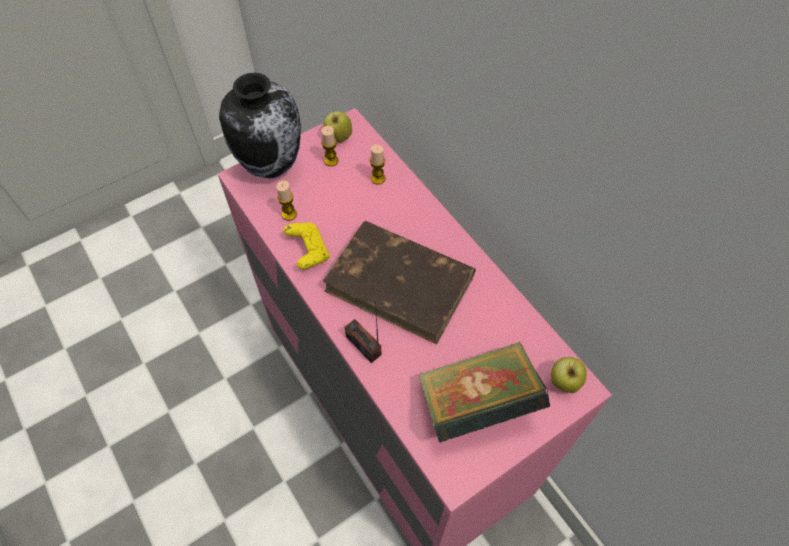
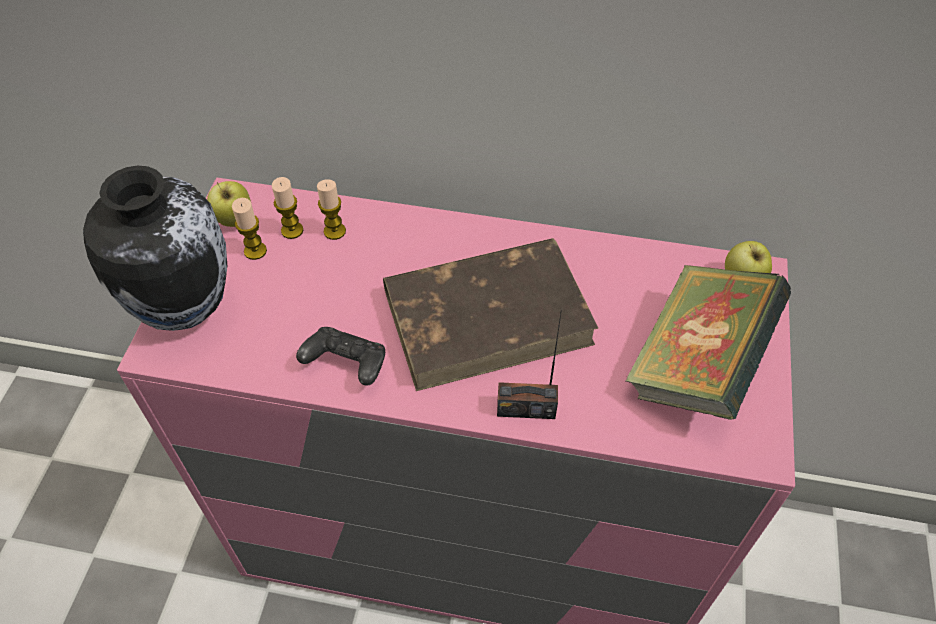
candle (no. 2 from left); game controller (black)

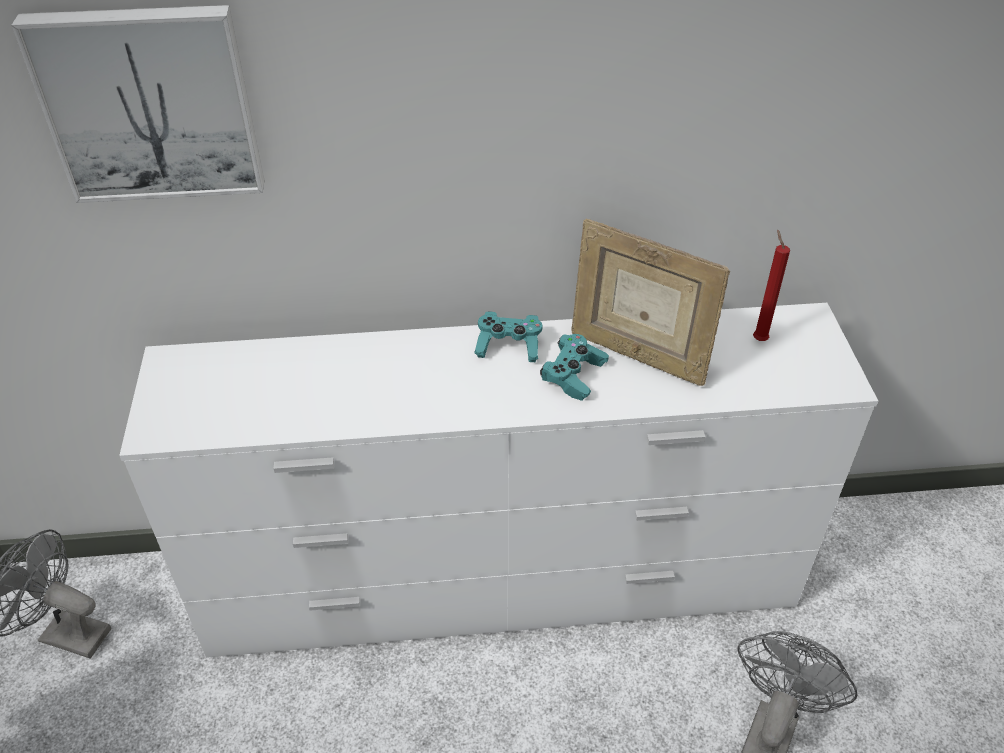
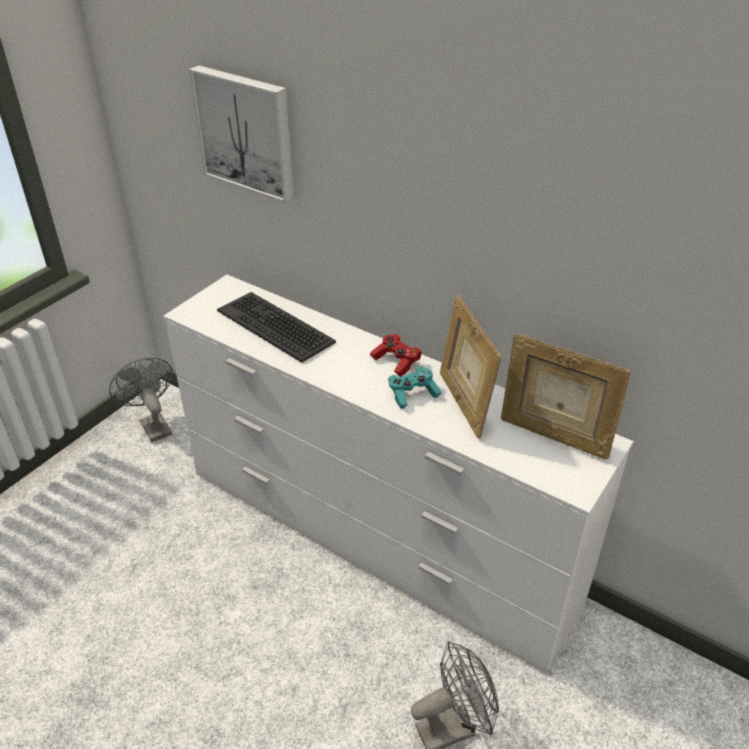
keyboard; game controller (red); picture frame (no. 2 from left)

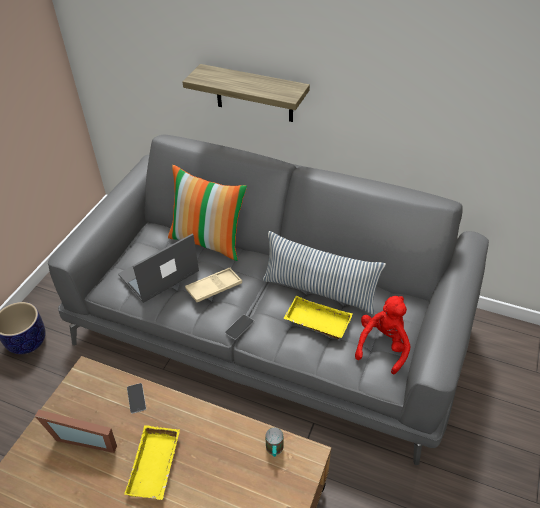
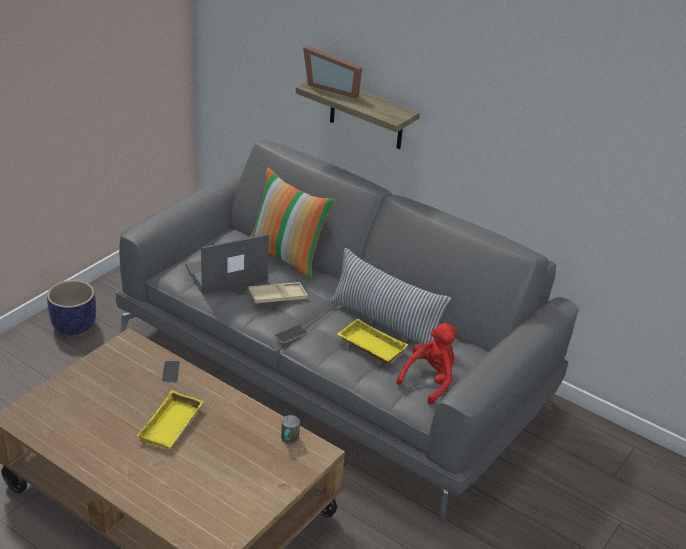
picture frame

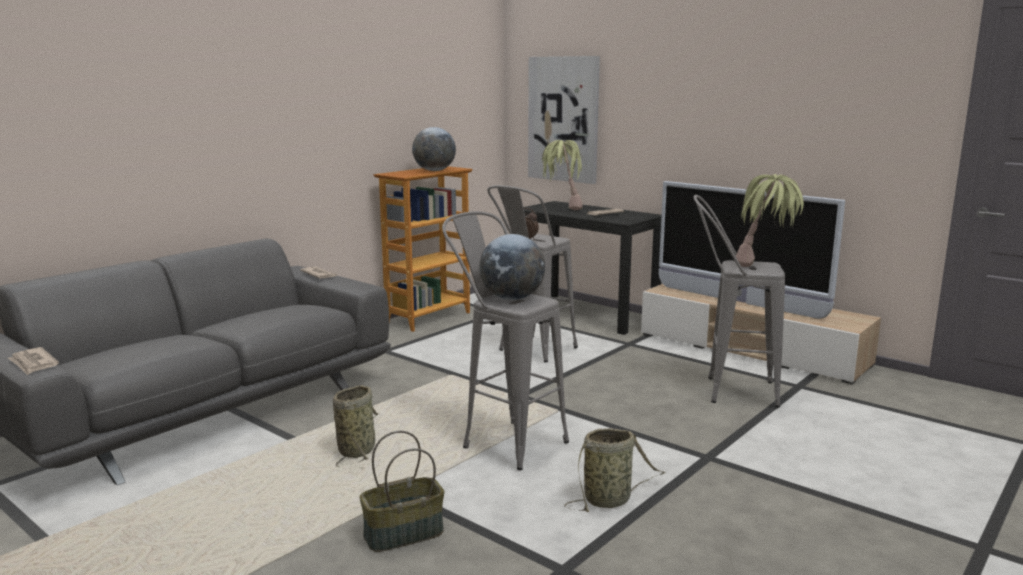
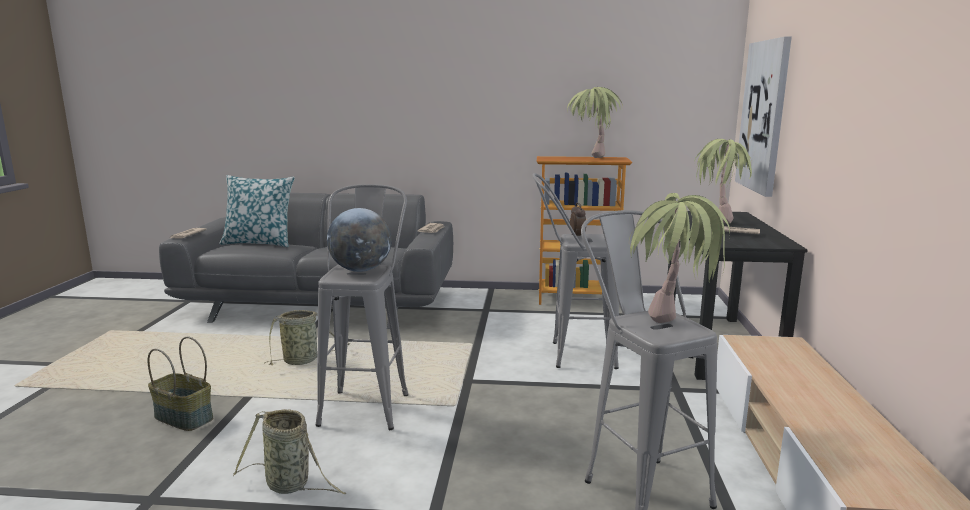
pillow; potted plant (no. 1 from left); television

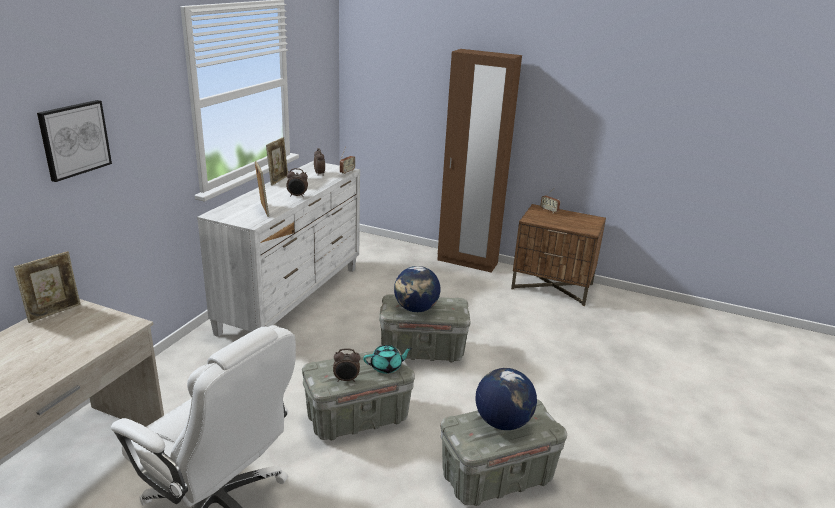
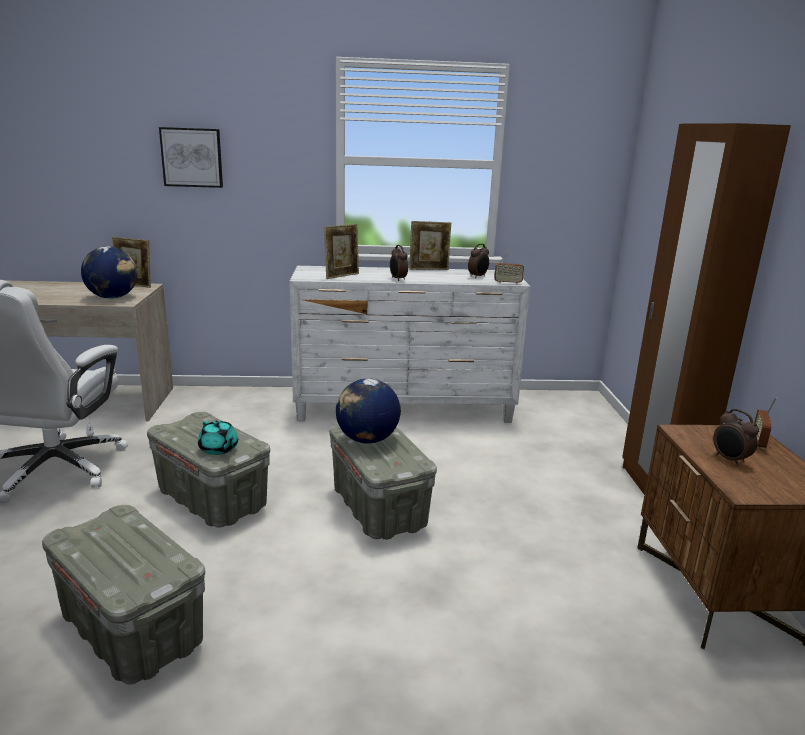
globe (no. 1 from left); alarm clock (no. 3 from left)

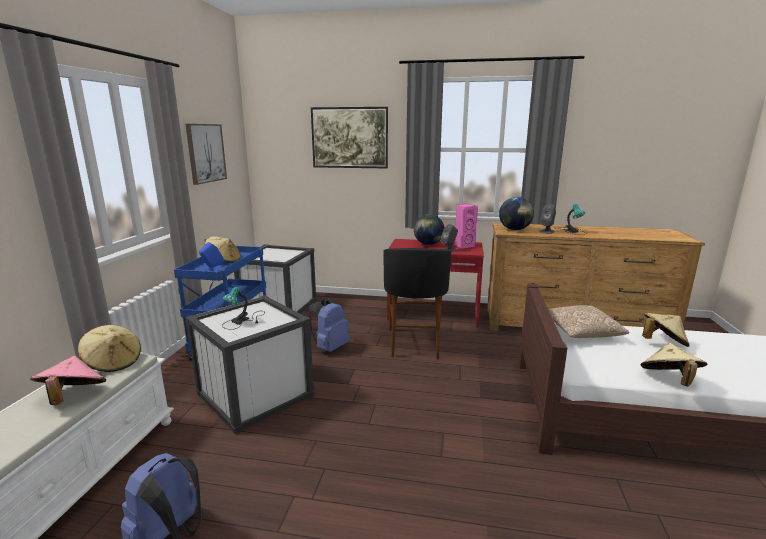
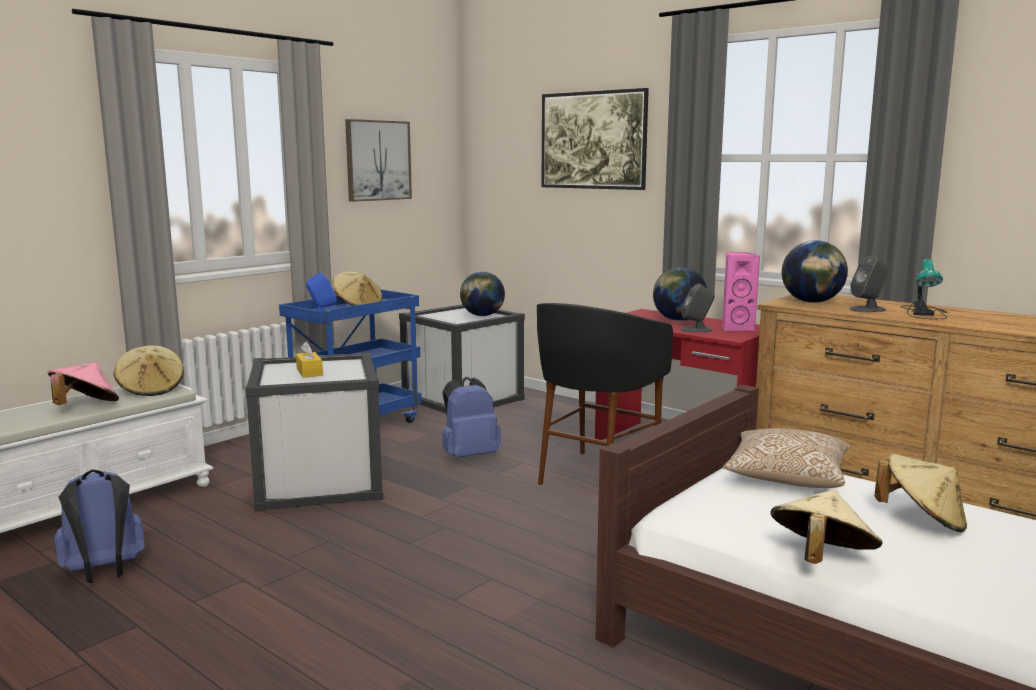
tissue box (yellow); globe (no. 1 from left)

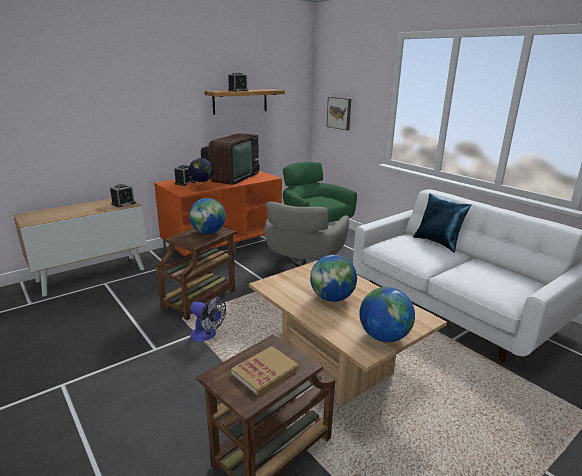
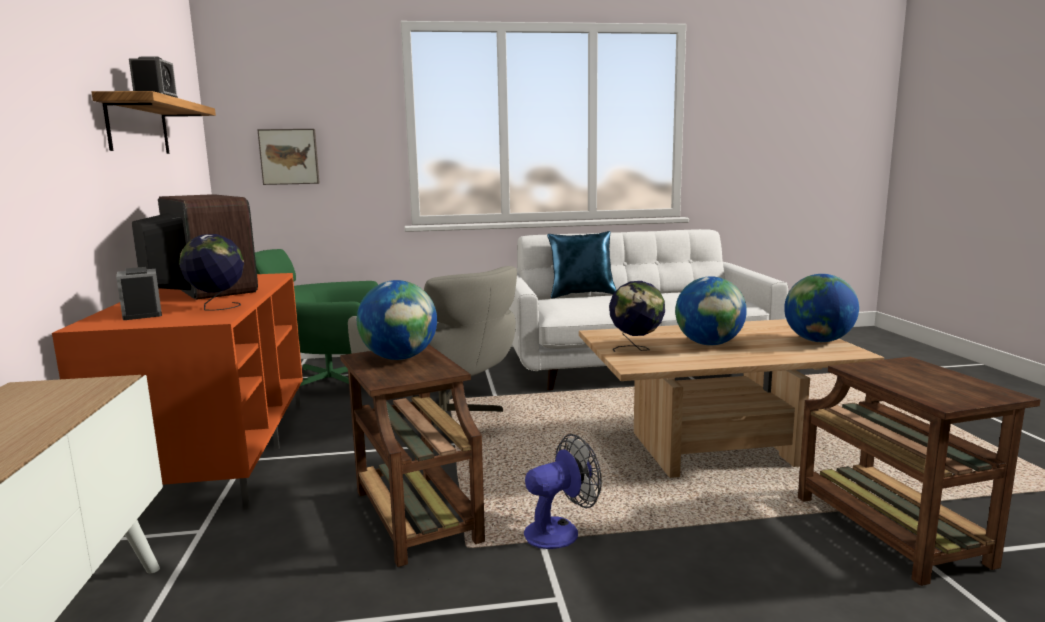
globe (no. 3 from left); alarm clock (no. 1 from left in the first image); book

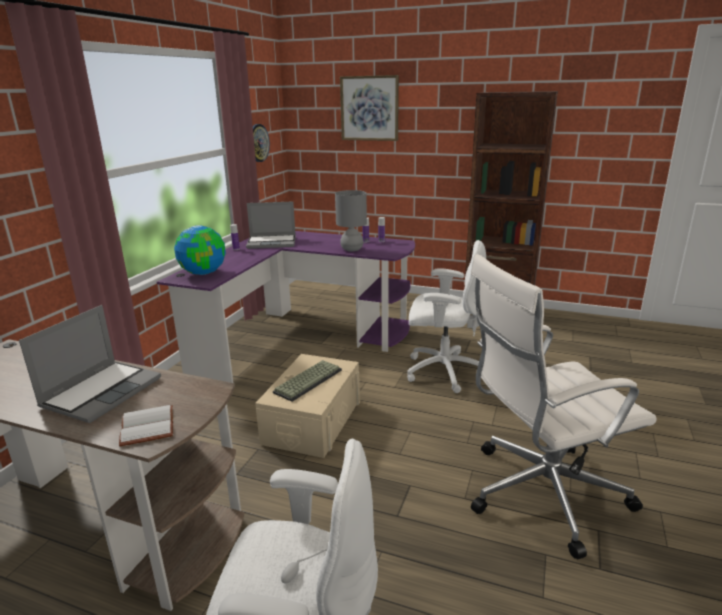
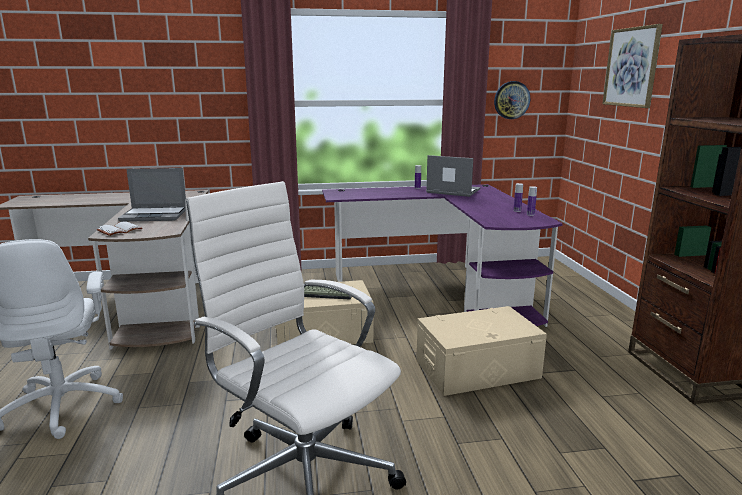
storage box (beige) (no. 2 from left); laptop (no. 2 from left); globe; table lamp (grey)

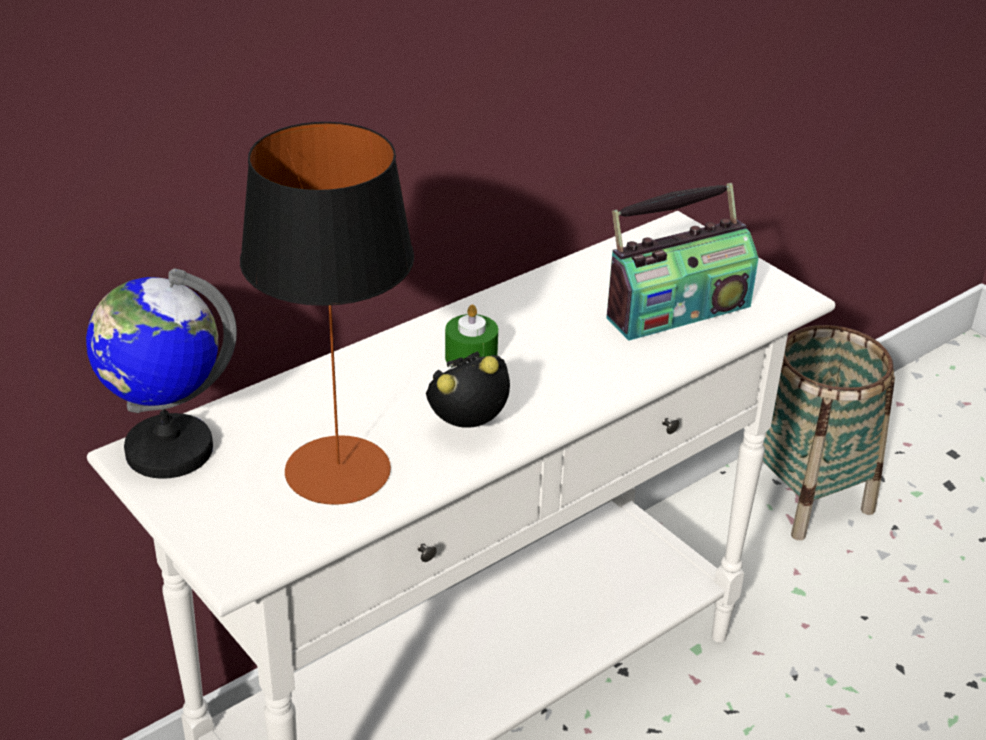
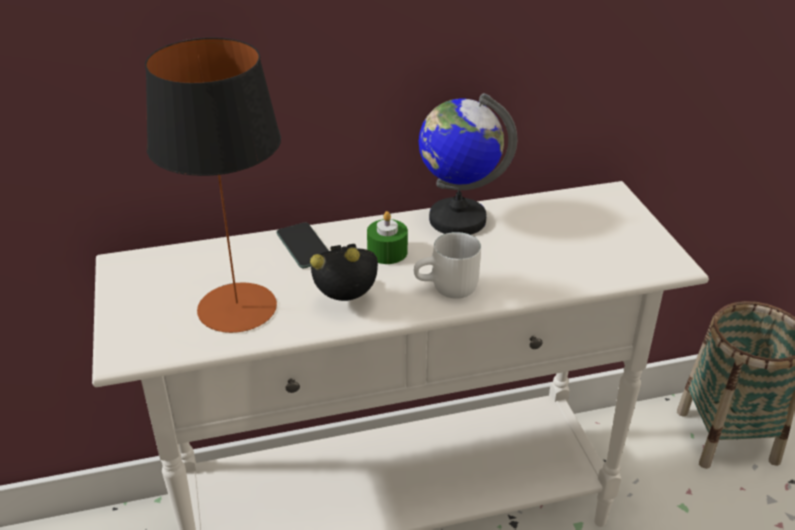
phone; mug (white); globe; radio

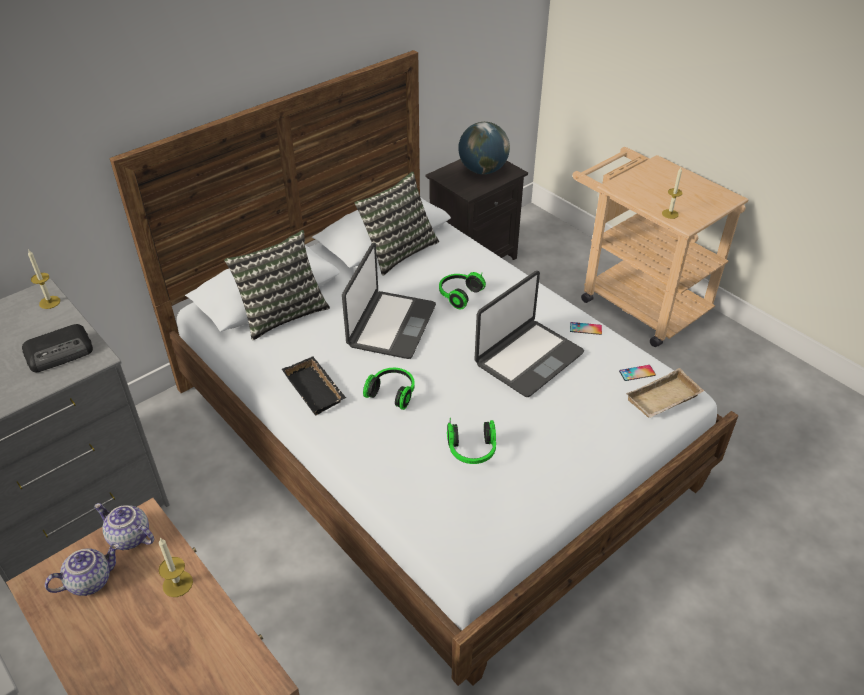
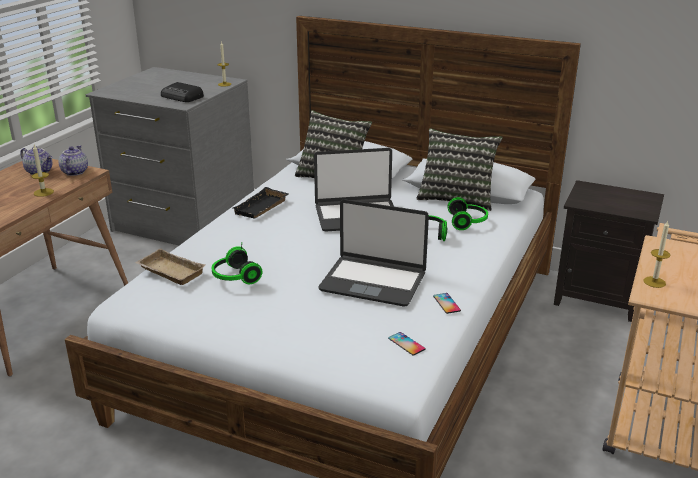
tray (beige); headphones (no. 3 from left); globe

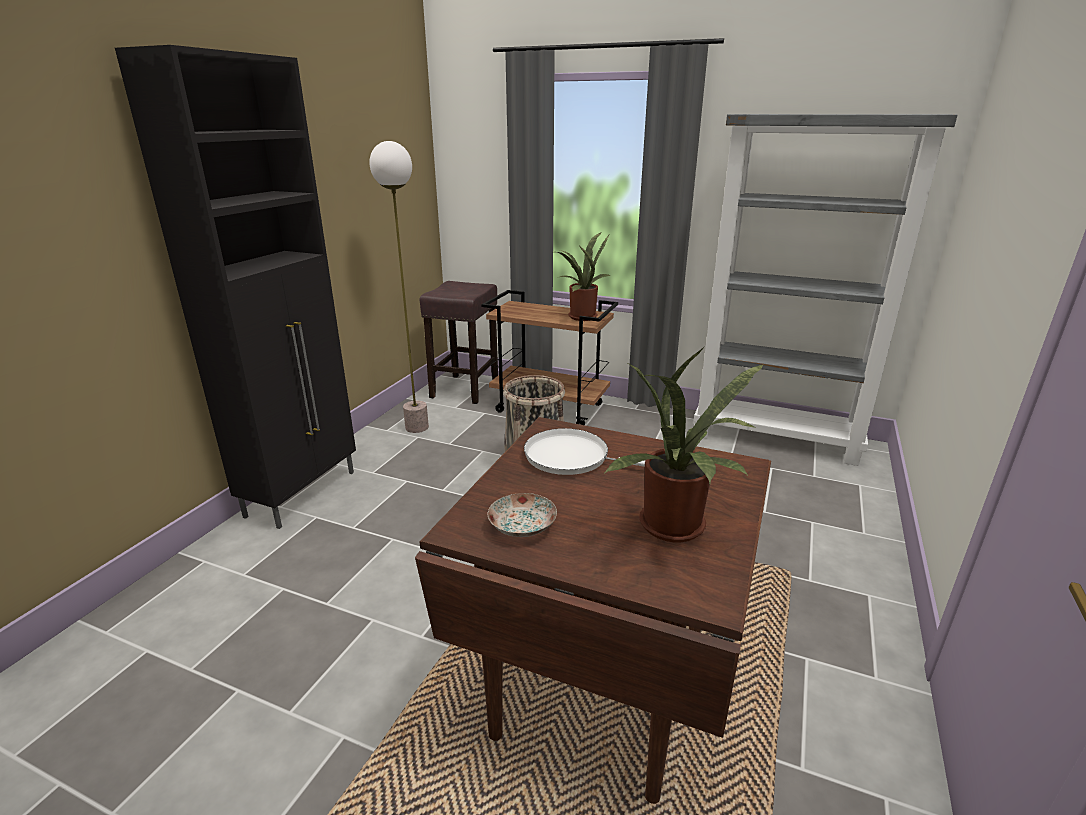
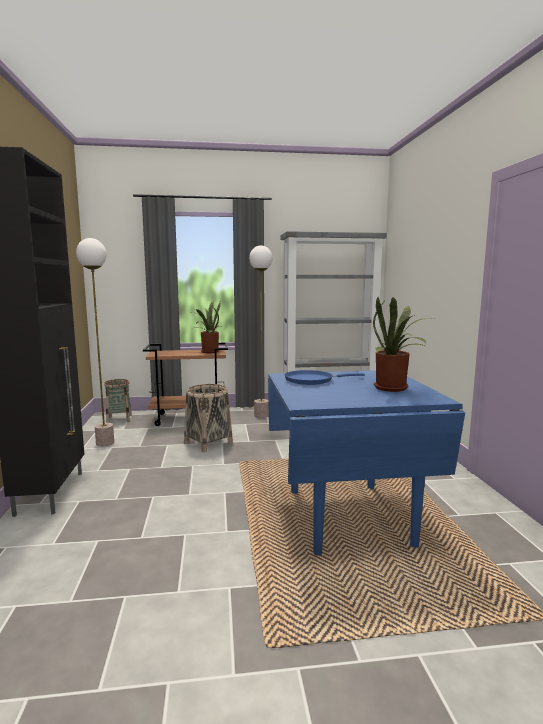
basket (no. 1 from left); floor lamp (no. 2 from left); dining table (blue); frying pan (blue); plate

